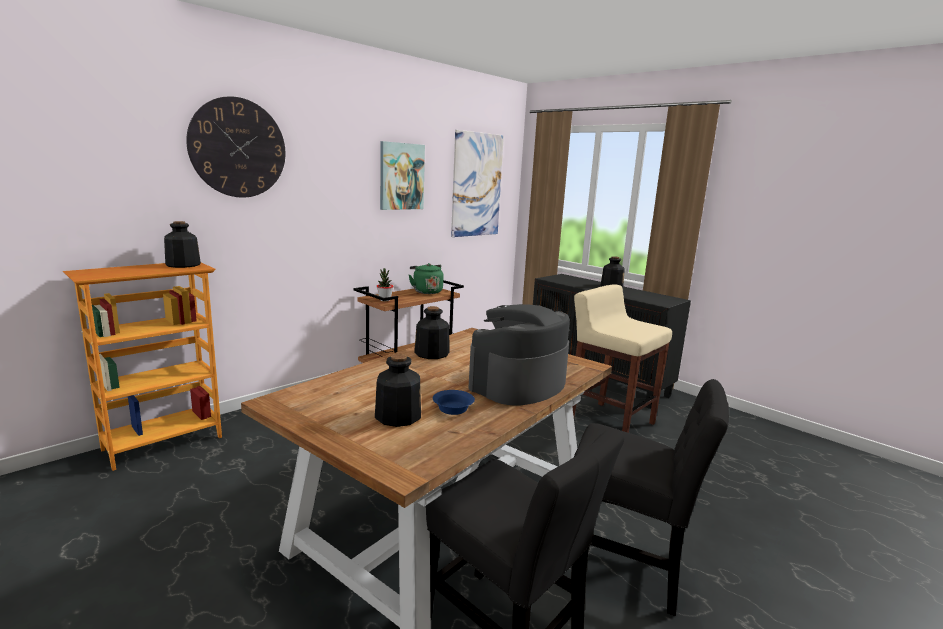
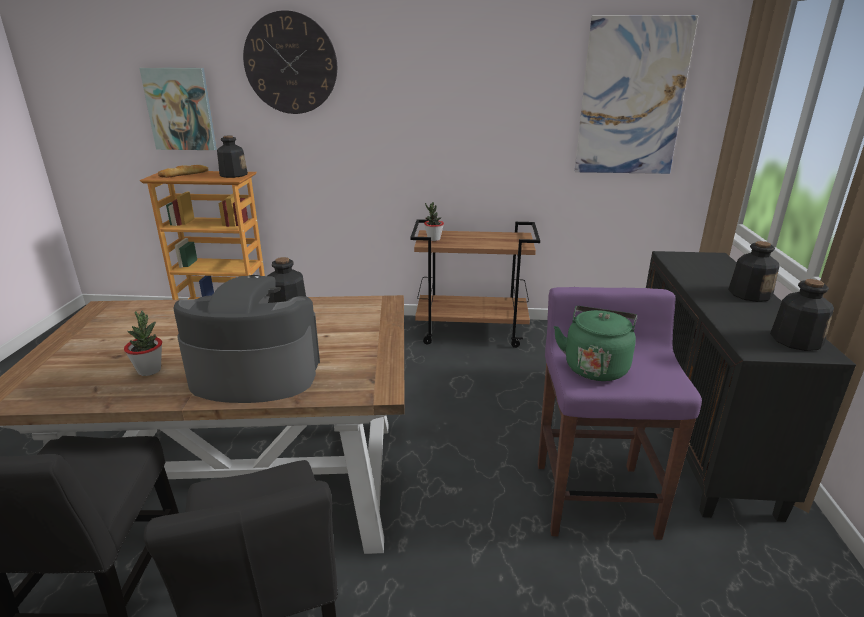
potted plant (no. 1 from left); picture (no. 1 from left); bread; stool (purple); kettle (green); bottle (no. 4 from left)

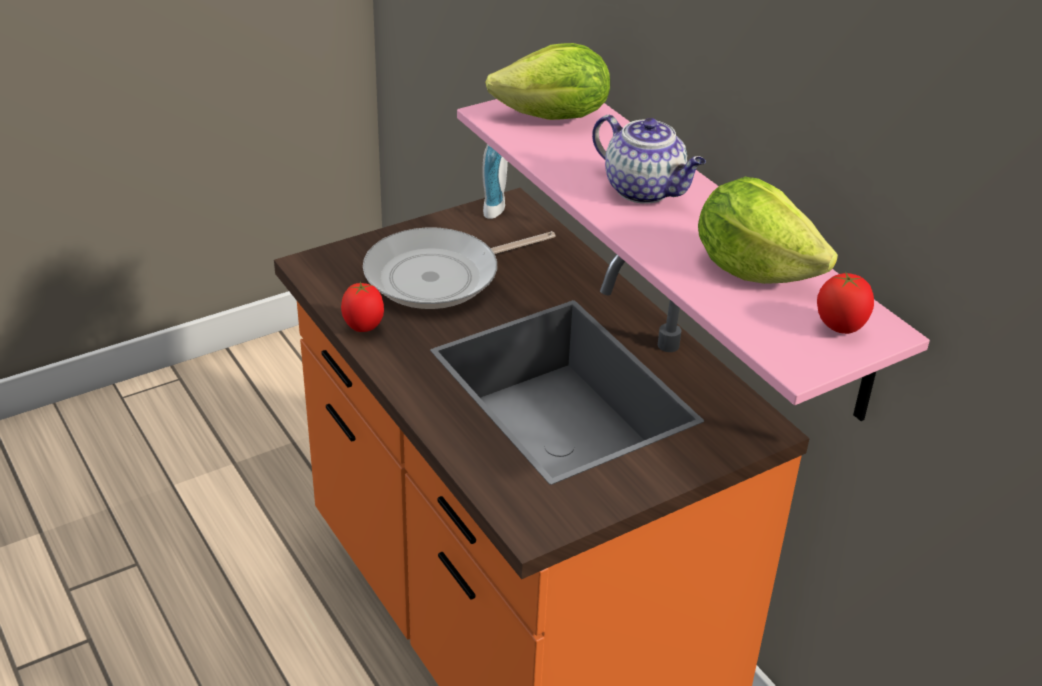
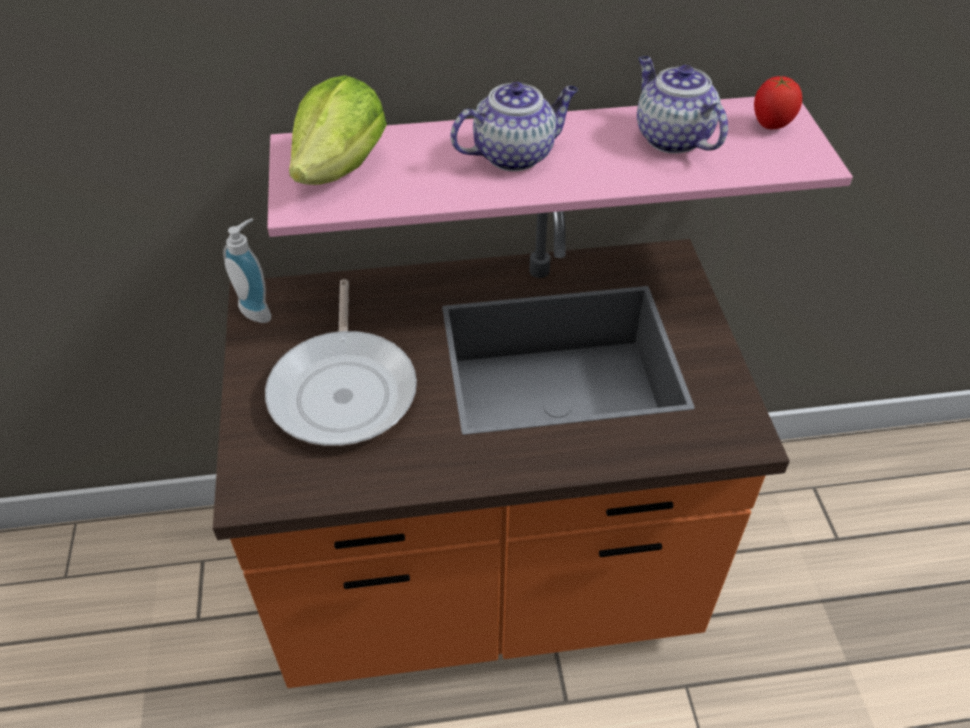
teapot (no. 2 from left); tomato (no. 1 from left in the first image)

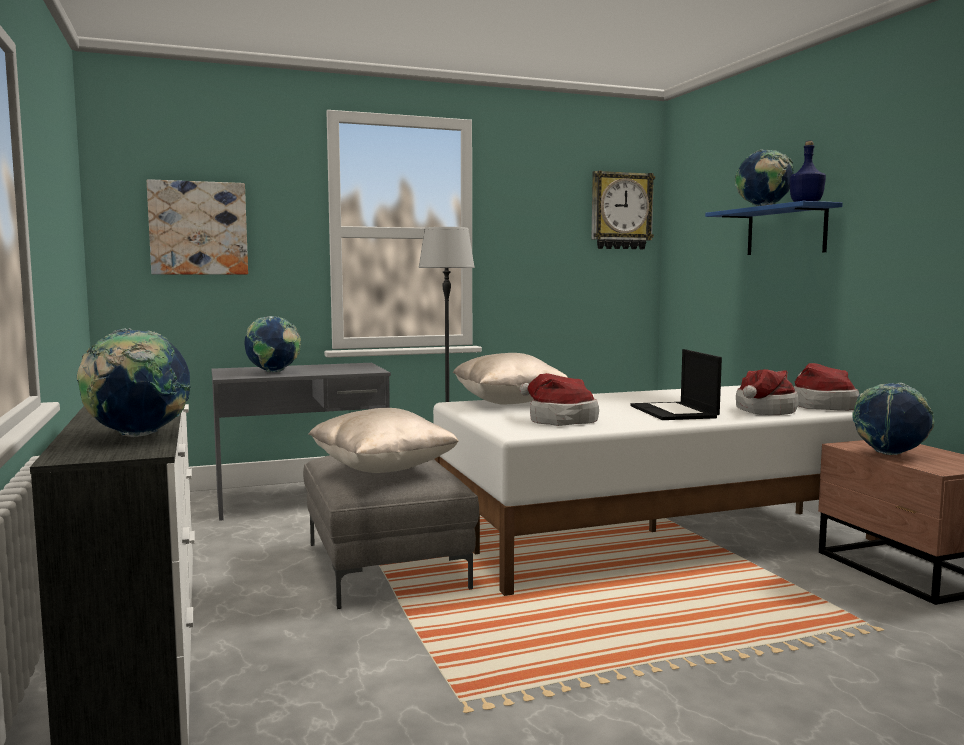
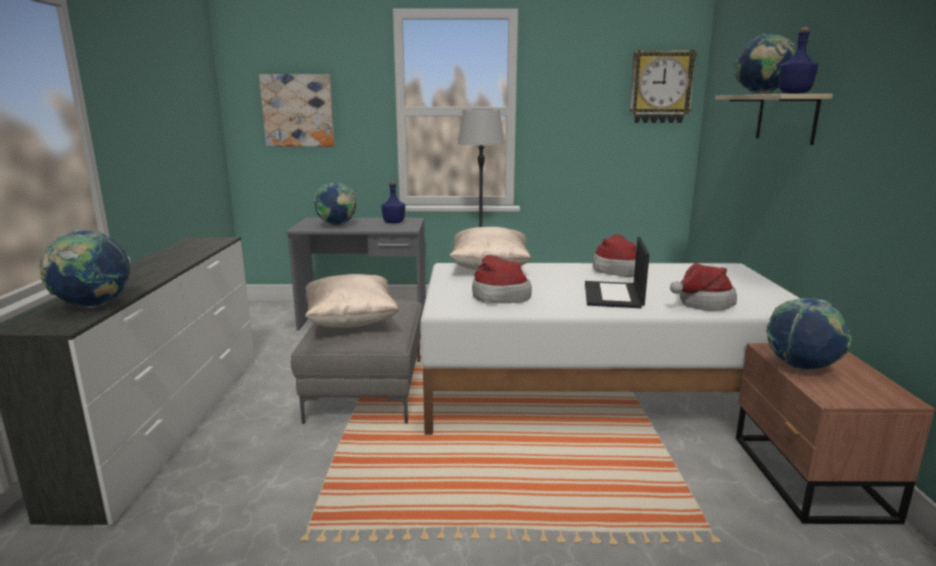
bottle (blue) (no. 1 from left); hat (no. 2 from left); shelf (beige)

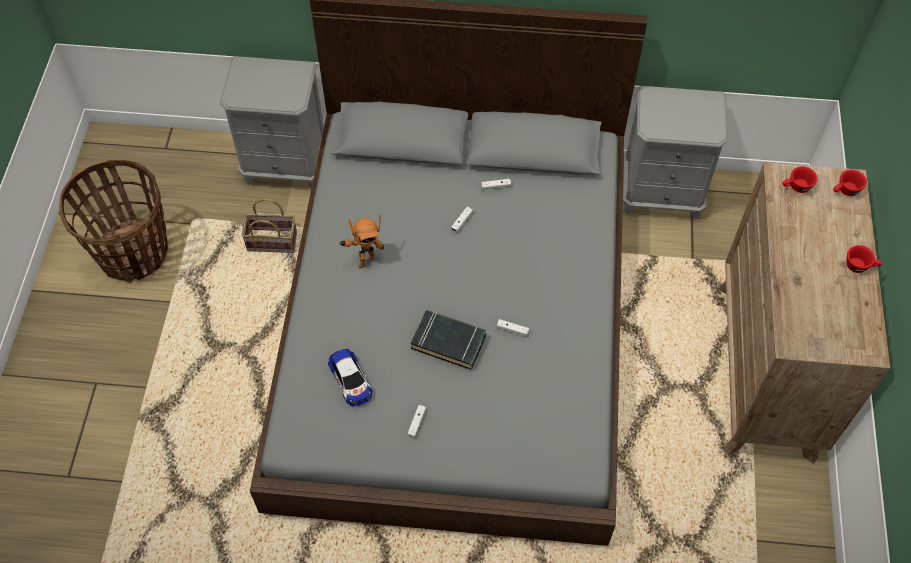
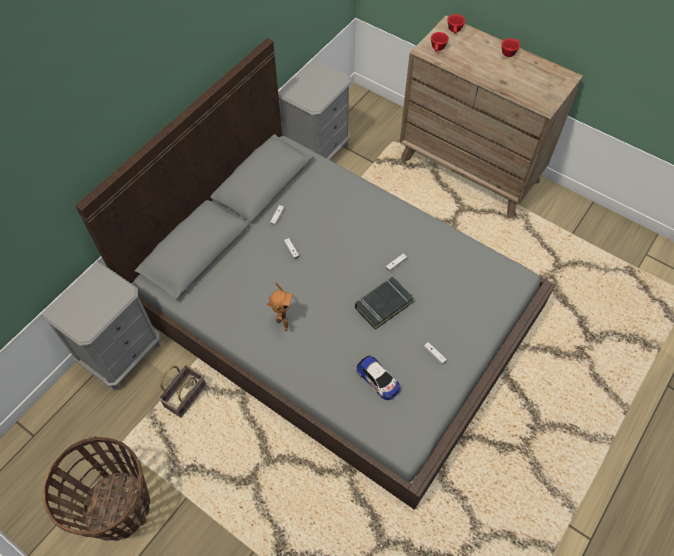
toy car

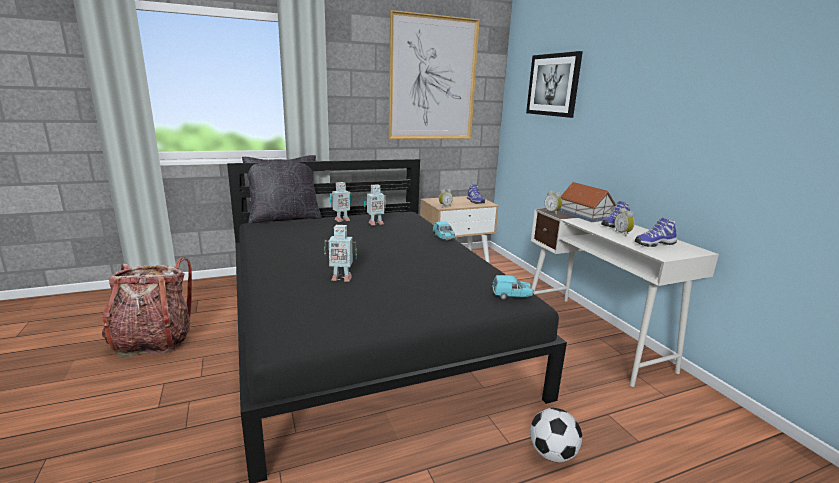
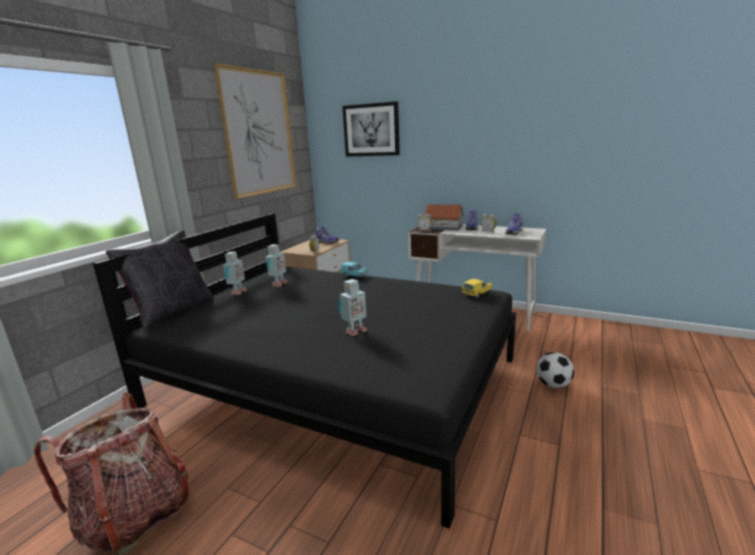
toy car (yellow)

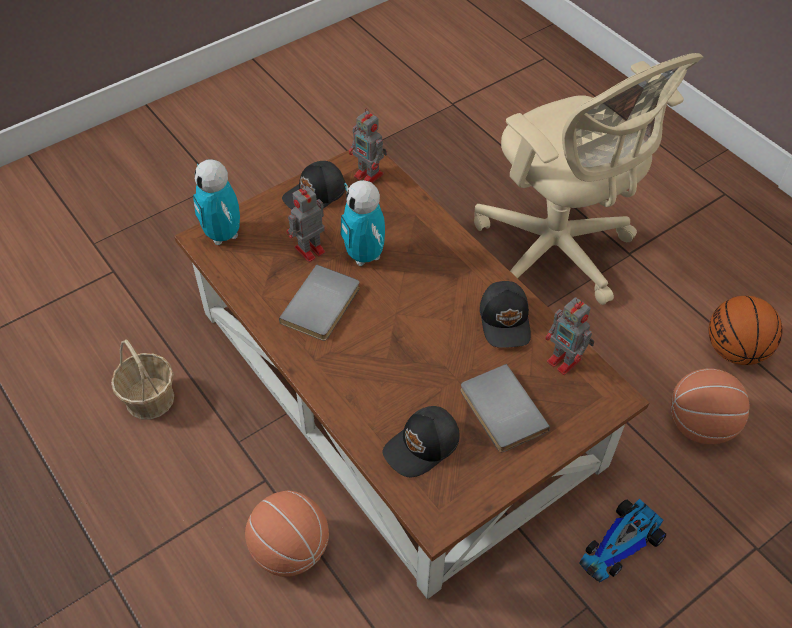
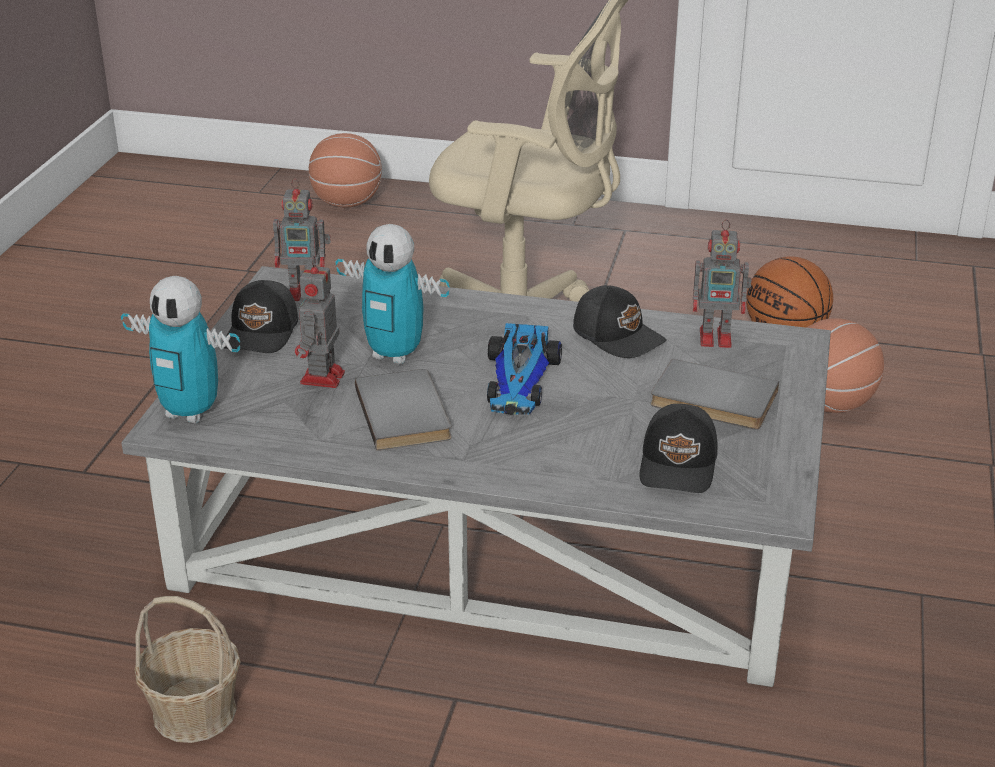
coffee table (grey); basketball (no. 1 from left); toy car

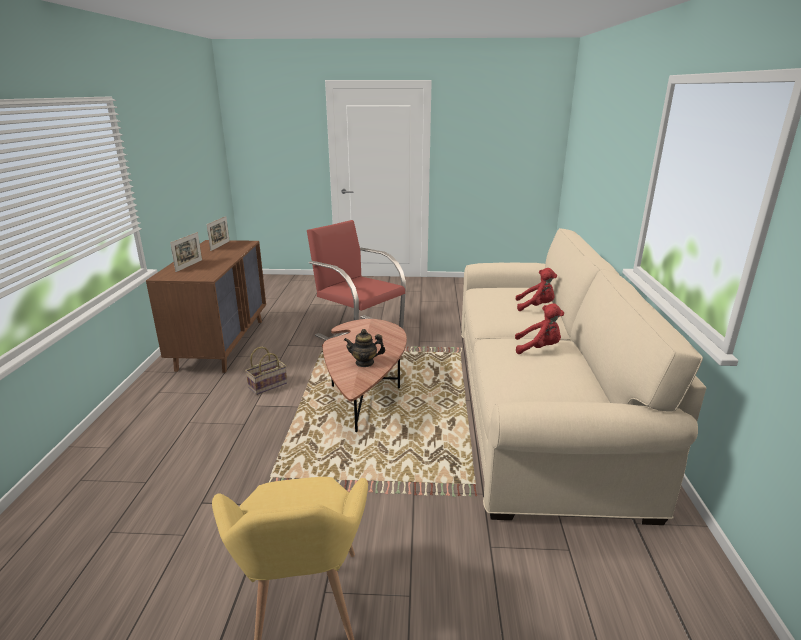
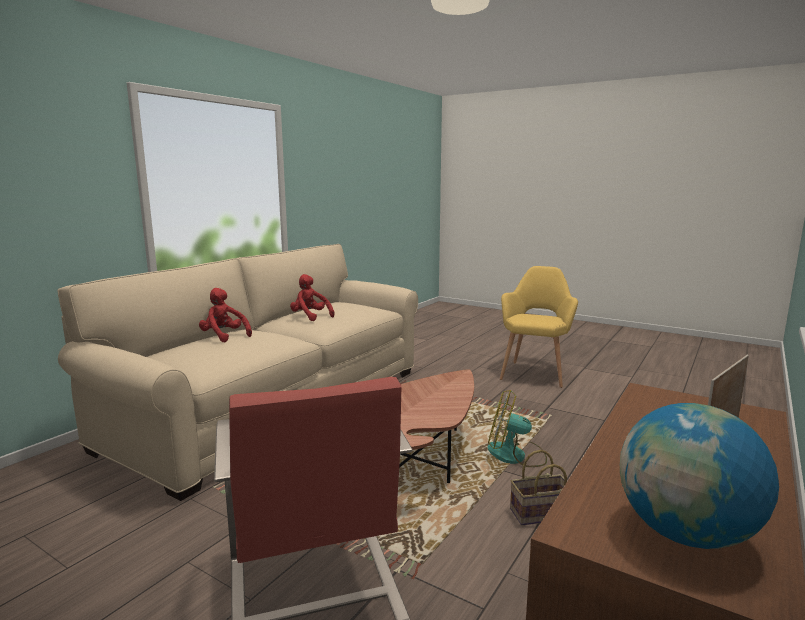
fan; globe; teapot

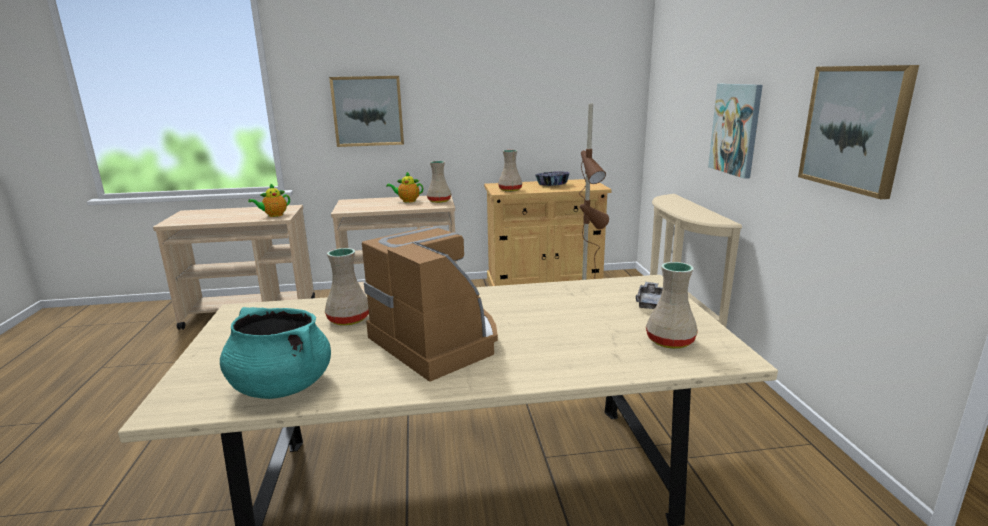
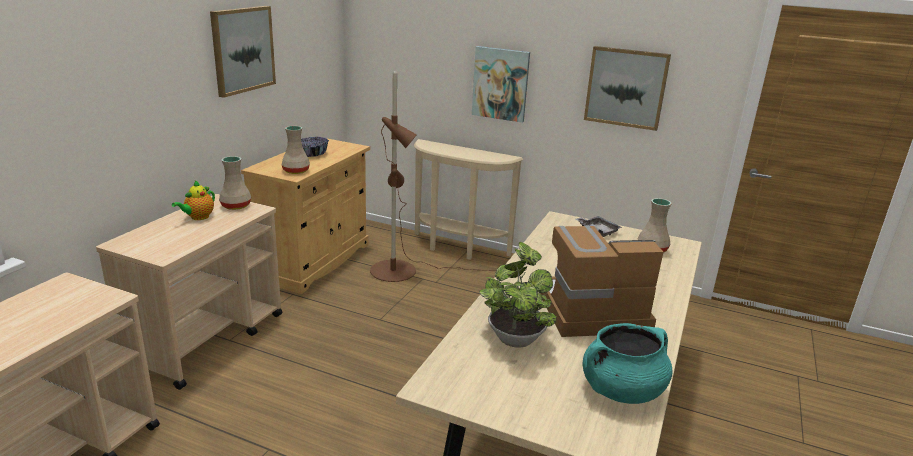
picture (no. 1 from left); potted plant; teapot (no. 1 from left in the first image)

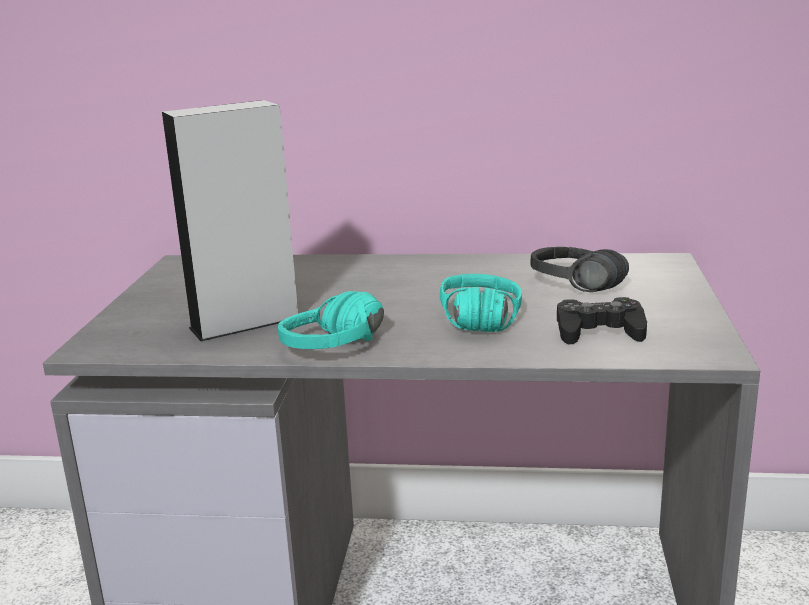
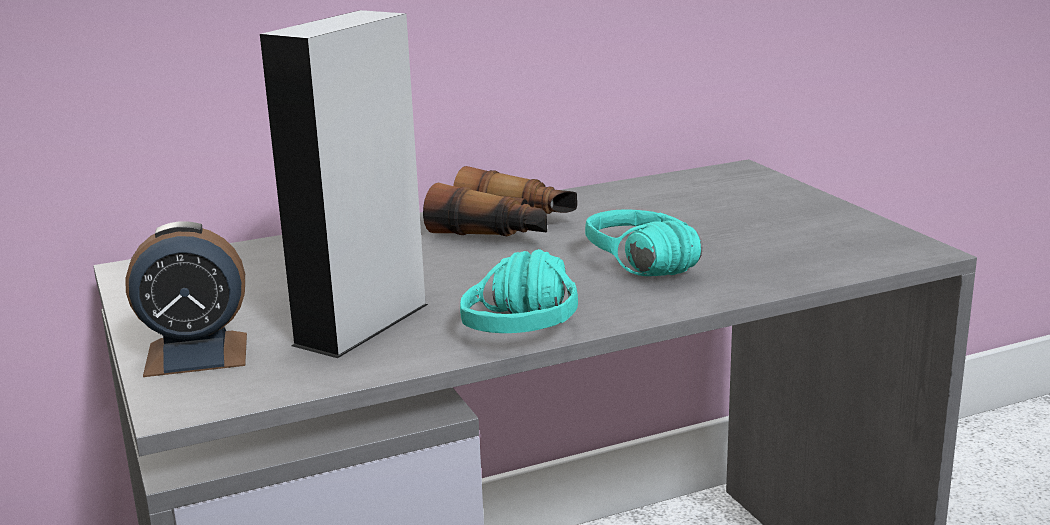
alarm clock; binoculars; headphones (black); game controller (black)

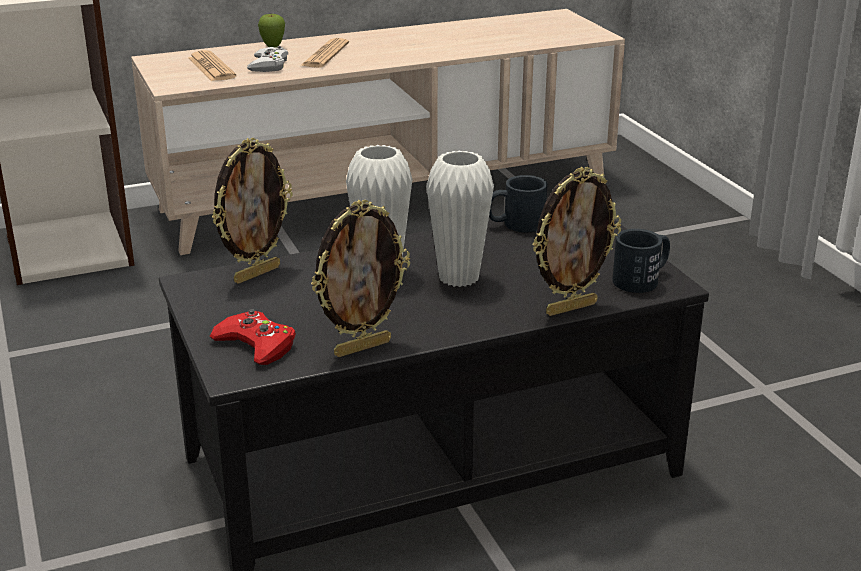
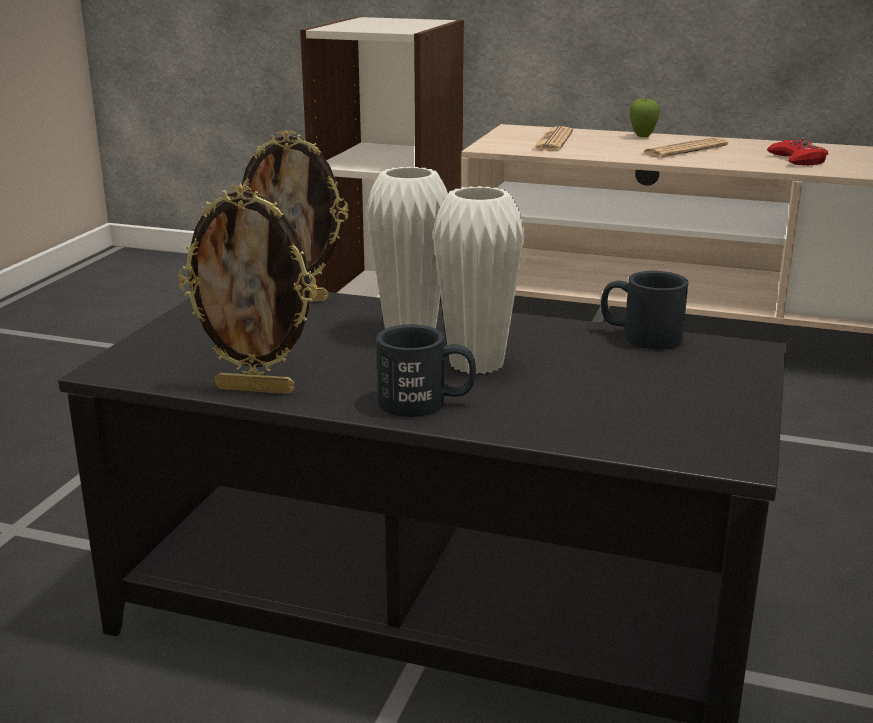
mug (black) (no. 1 from left); game controller (red); game controller (white); picture frame (no. 3 from left in the first image)

